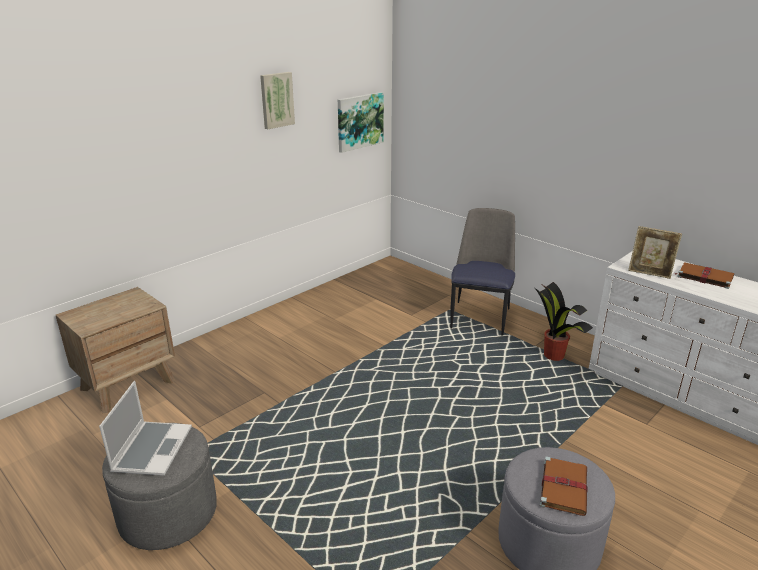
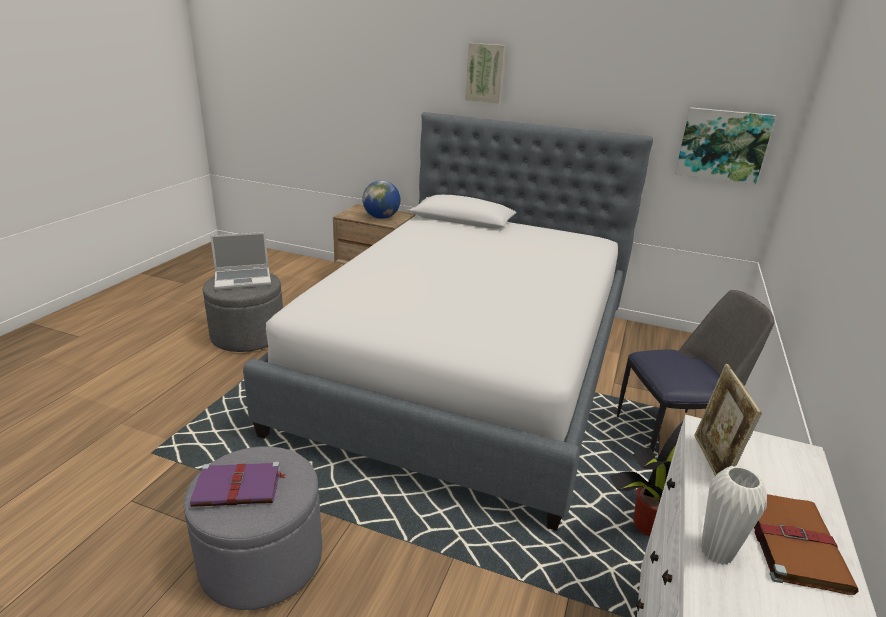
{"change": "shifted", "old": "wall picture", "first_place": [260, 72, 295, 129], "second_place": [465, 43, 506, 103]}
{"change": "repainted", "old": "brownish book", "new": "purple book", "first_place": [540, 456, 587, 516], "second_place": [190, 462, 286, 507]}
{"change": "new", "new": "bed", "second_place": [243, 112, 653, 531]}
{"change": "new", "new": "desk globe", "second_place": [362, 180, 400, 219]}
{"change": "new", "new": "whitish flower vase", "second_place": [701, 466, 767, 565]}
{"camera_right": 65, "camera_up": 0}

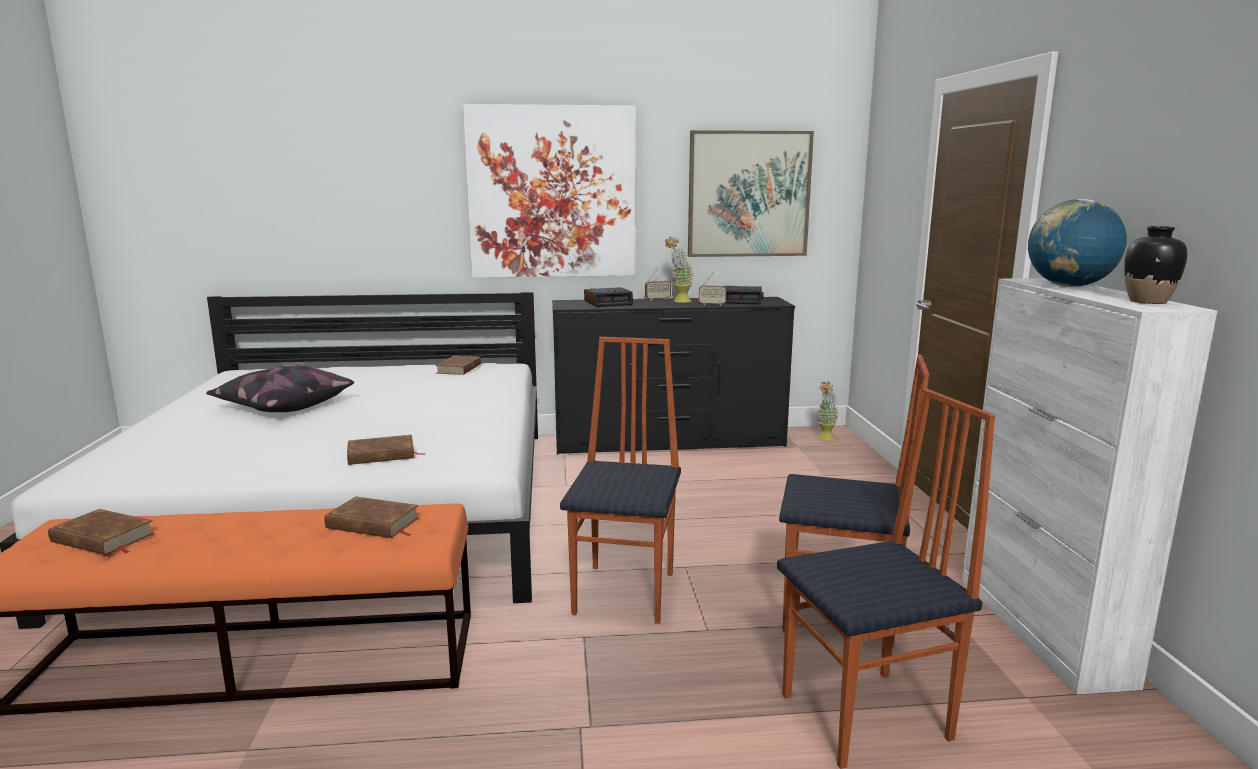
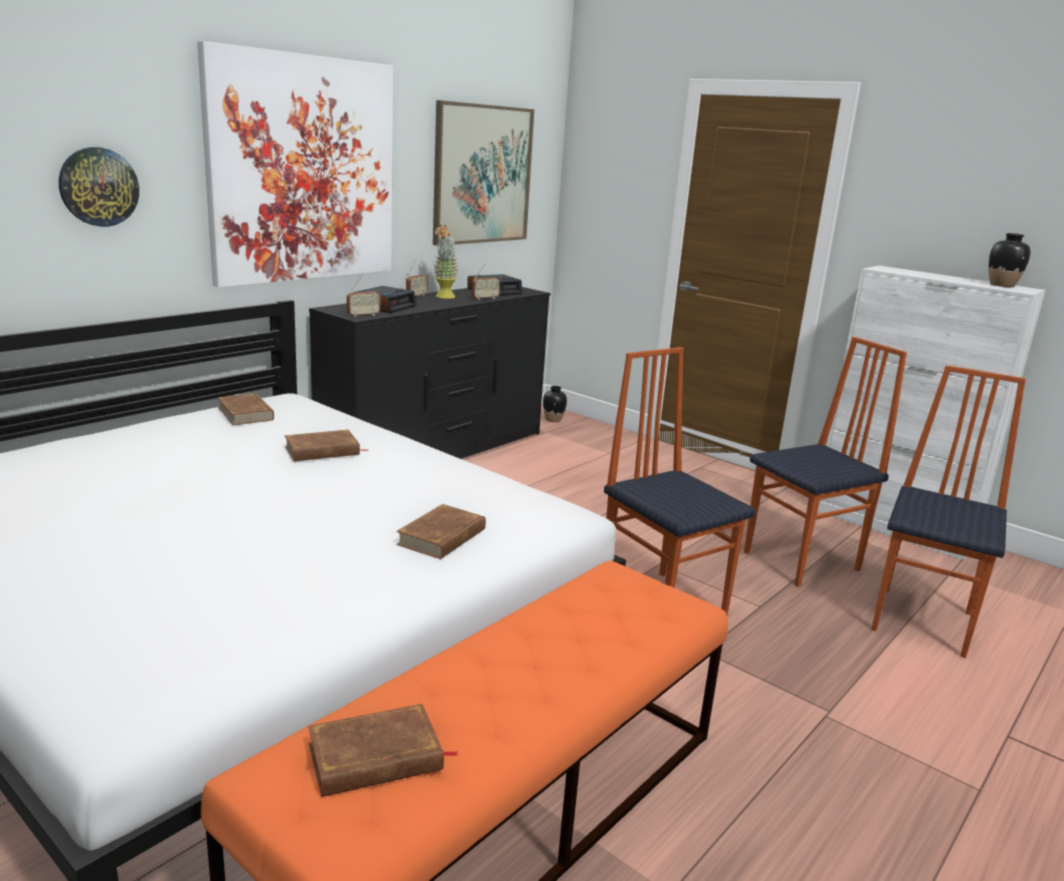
{"change": "gone", "old": "desk globe", "first_place": [1028, 199, 1127, 287]}
{"change": "gone", "old": "pillow", "first_place": [206, 364, 354, 412]}
{"change": "swapped", "old": "plant in a pot", "new": "black flower vase", "first_place": [817, 382, 839, 440], "second_place": [543, 386, 567, 422]}
{"change": "shifted", "old": "brownish book", "first_place": [325, 497, 420, 538], "second_place": [285, 430, 368, 461]}
{"change": "new", "new": "wall clock", "second_place": [59, 147, 139, 227]}
{"change": "new", "new": "radio receiver", "second_place": [347, 274, 380, 318]}
{"camera_right": -45, "camera_up": 5}

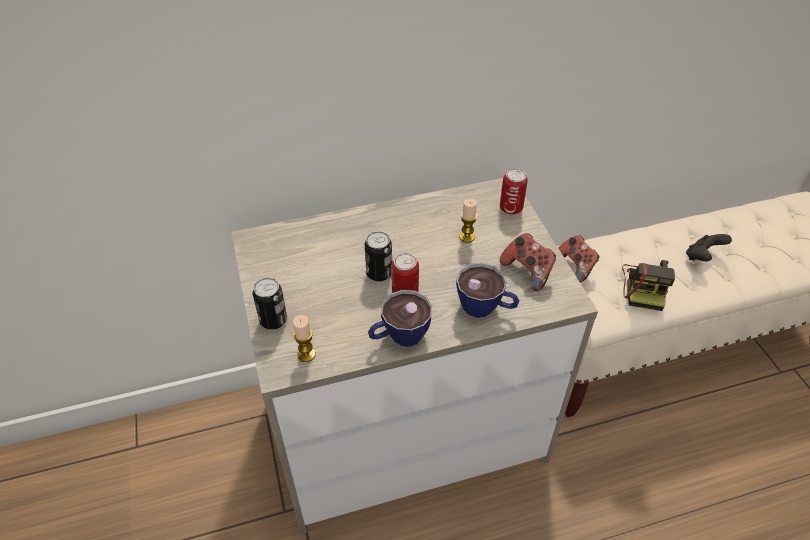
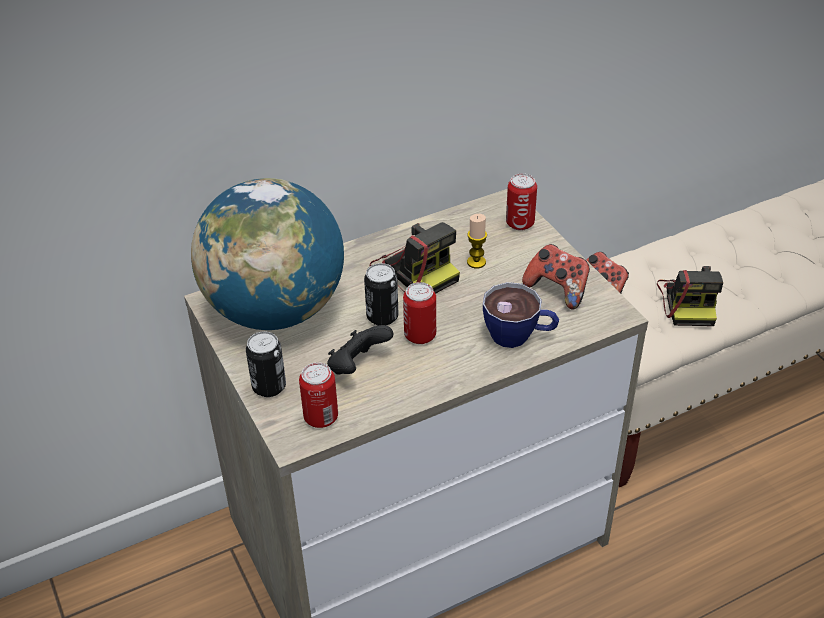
{"change": "shifted", "old": "black game controller", "first_place": [686, 234, 732, 261], "second_place": [327, 325, 393, 375]}
{"change": "gone", "old": "drinking cup", "first_place": [368, 290, 432, 347]}
{"change": "swapped", "old": "wax light", "new": "sealed can", "first_place": [293, 315, 316, 362], "second_place": [299, 362, 338, 428]}
{"change": "new", "new": "desk globe", "second_place": [191, 178, 344, 330]}
{"change": "new", "new": "still camera", "second_place": [370, 222, 460, 294]}
{"camera_right": -10, "camera_up": -5}

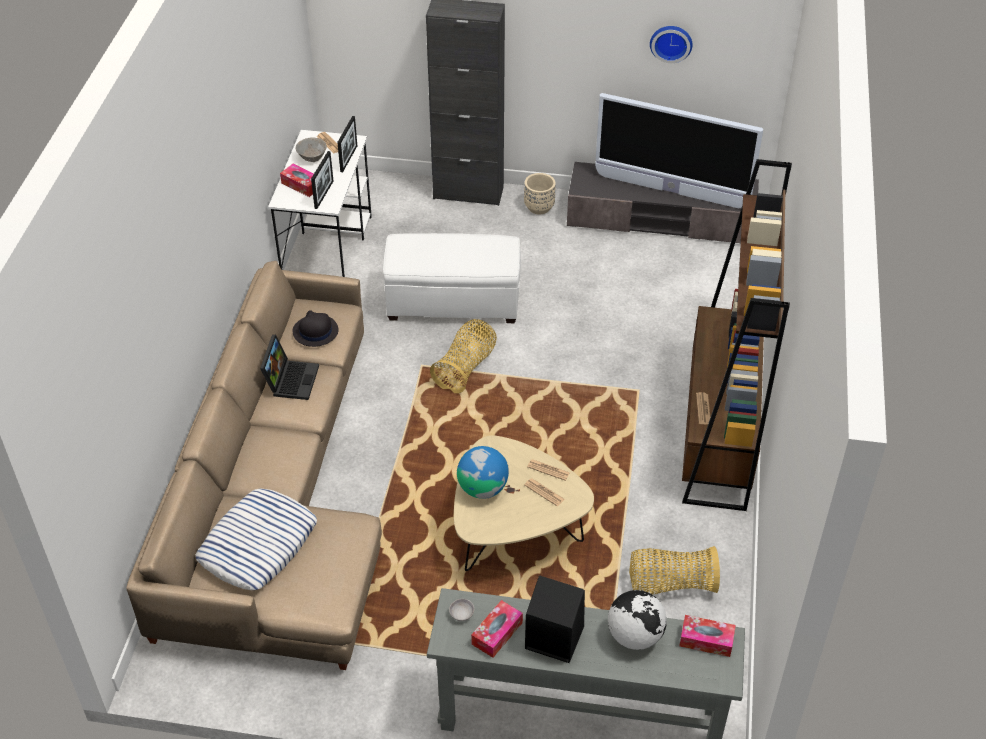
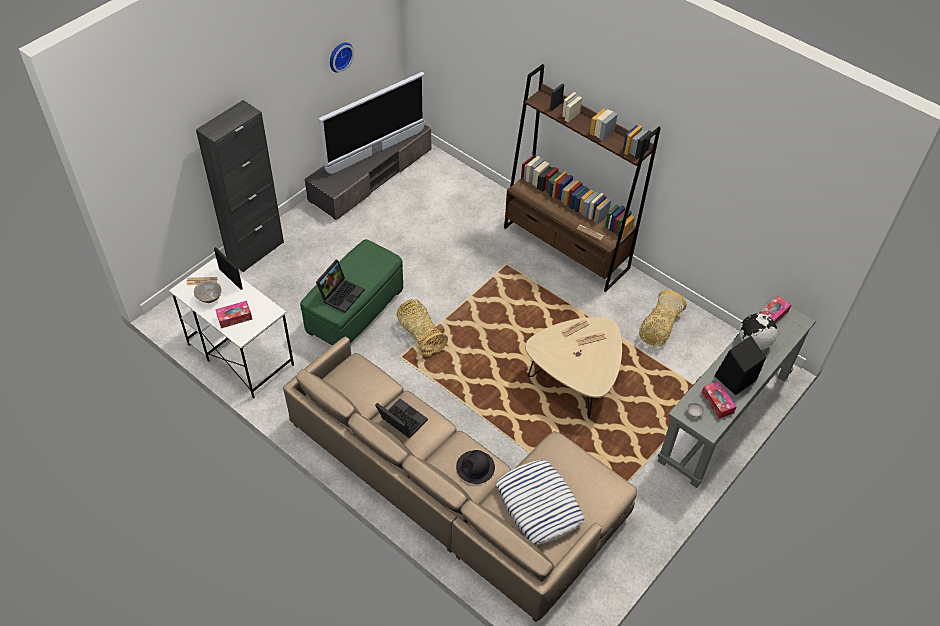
{"change": "gone", "old": "standing frame", "first_place": [311, 151, 333, 209]}
{"change": "gone", "old": "beige planter", "first_place": [524, 173, 556, 215]}
{"change": "repainted", "old": "whitish ottoman", "new": "green-coloured ottoman", "first_place": [383, 233, 521, 323], "second_place": [300, 239, 403, 345]}
{"change": "shifted", "old": "black wearable hat", "first_place": [293, 310, 339, 347], "second_place": [456, 450, 495, 484]}
{"change": "gone", "old": "desk globe", "first_place": [457, 446, 509, 499]}
{"change": "new", "new": "portable computer", "second_place": [316, 260, 364, 313]}
{"camera_right": -60, "camera_up": 5}

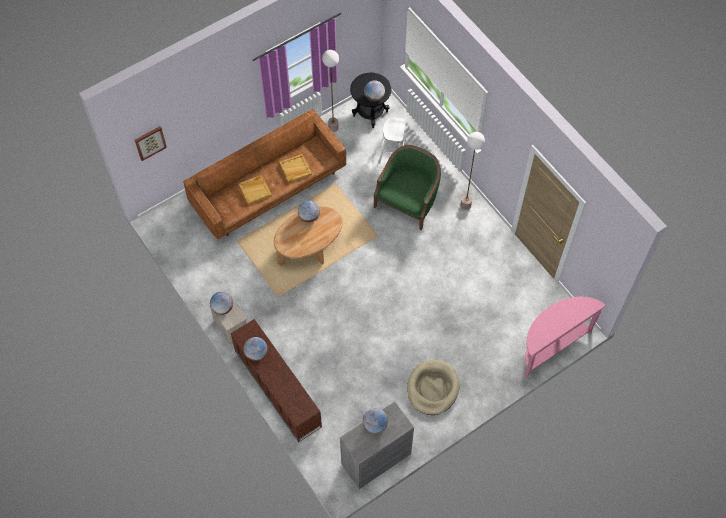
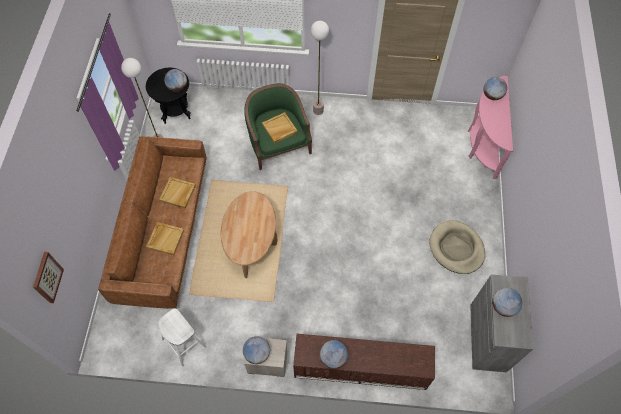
{"change": "shifted", "old": "whitish stool", "first_place": [378, 117, 407, 164], "second_place": [159, 308, 207, 366]}
{"change": "shifted", "old": "desk globe", "first_place": [298, 200, 320, 222], "second_place": [483, 77, 507, 100]}
{"change": "new", "new": "beige serving tray", "second_place": [262, 112, 298, 144]}
{"camera_right": -50, "camera_up": 0}

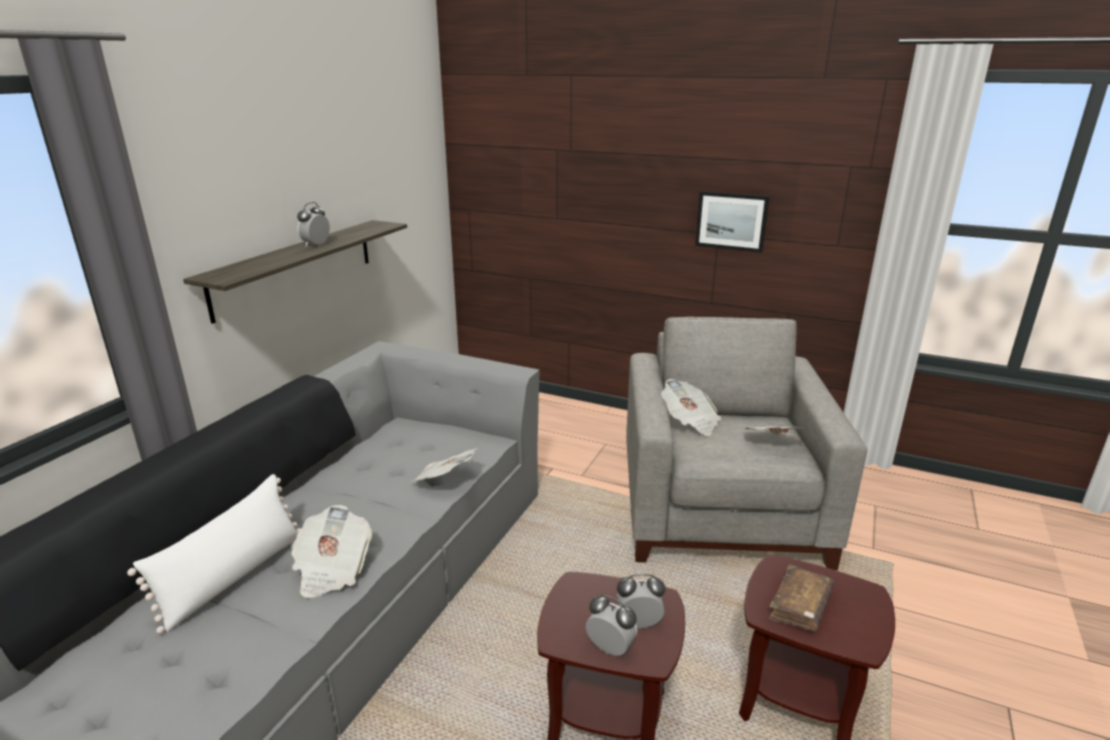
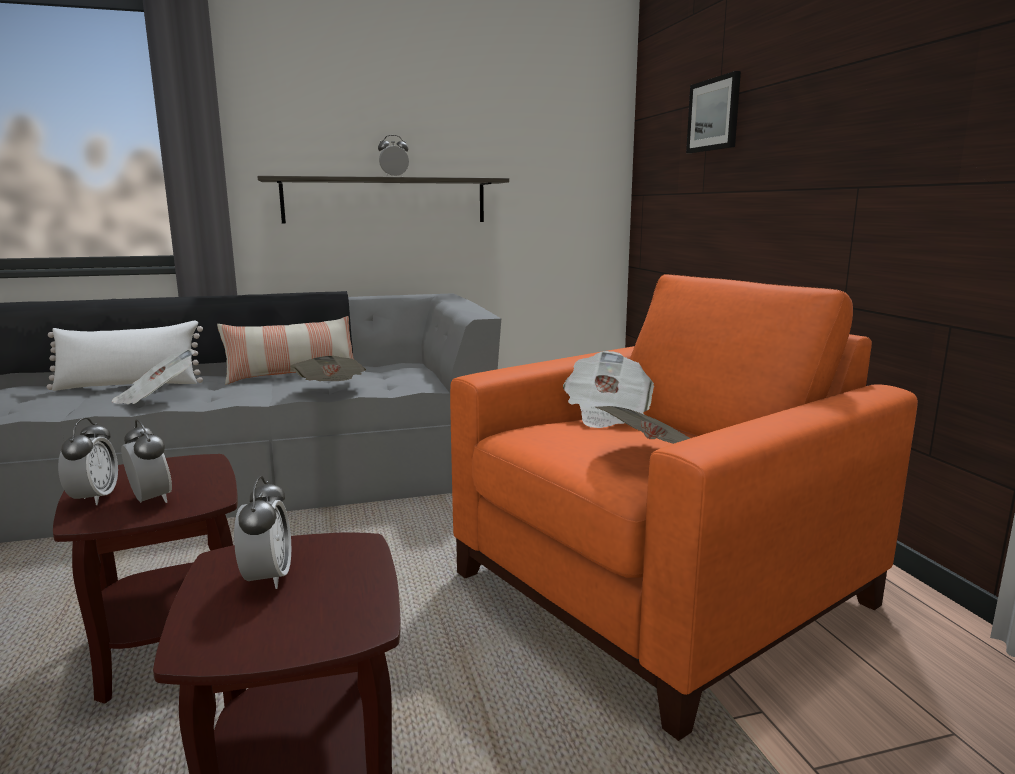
{"change": "shifted", "old": "wall picture", "first_place": [695, 191, 770, 253], "second_place": [686, 71, 741, 153]}
{"change": "repainted", "old": "grey armchair", "new": "orangey armchair", "first_place": [626, 317, 867, 570], "second_place": [450, 274, 918, 741]}
{"change": "swapped", "old": "brownish book", "new": "alarm clock", "first_place": [769, 565, 834, 631], "second_place": [234, 476, 291, 589]}
{"change": "new", "new": "pillow", "second_place": [217, 316, 354, 385]}
{"camera_right": 50, "camera_up": -10}

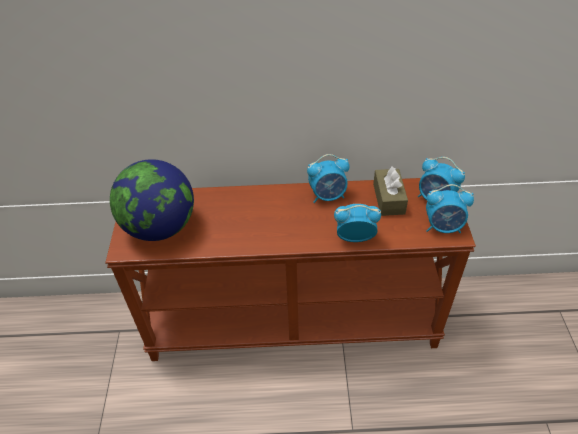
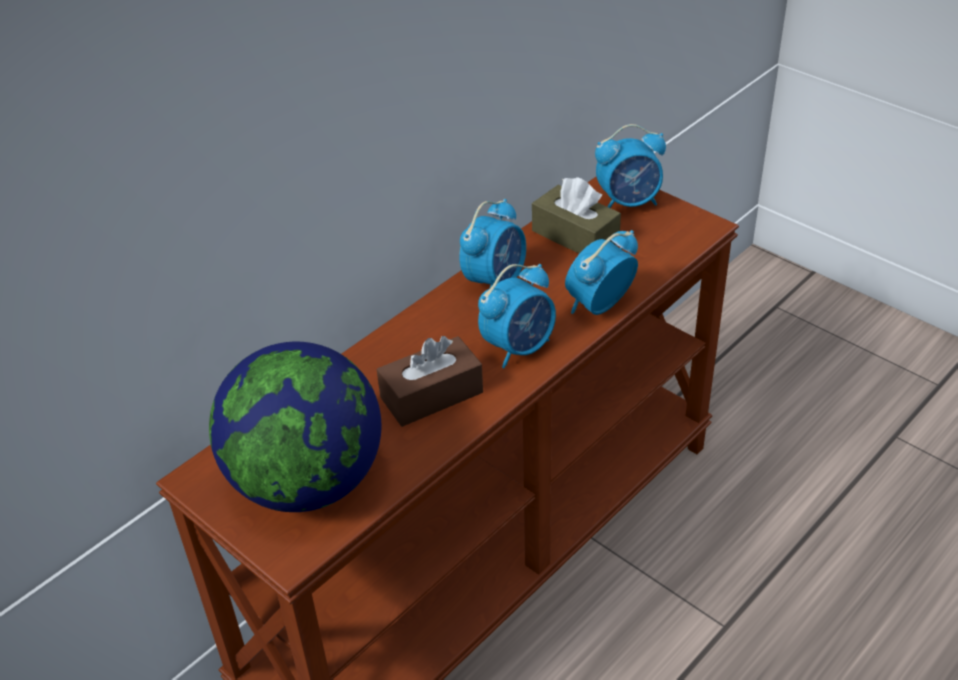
{"change": "shifted", "old": "alarm clock", "first_place": [426, 184, 474, 233], "second_place": [478, 264, 556, 368]}
{"change": "new", "new": "brownish tissue holder", "second_place": [377, 336, 483, 427]}
{"camera_right": -45, "camera_up": -5}

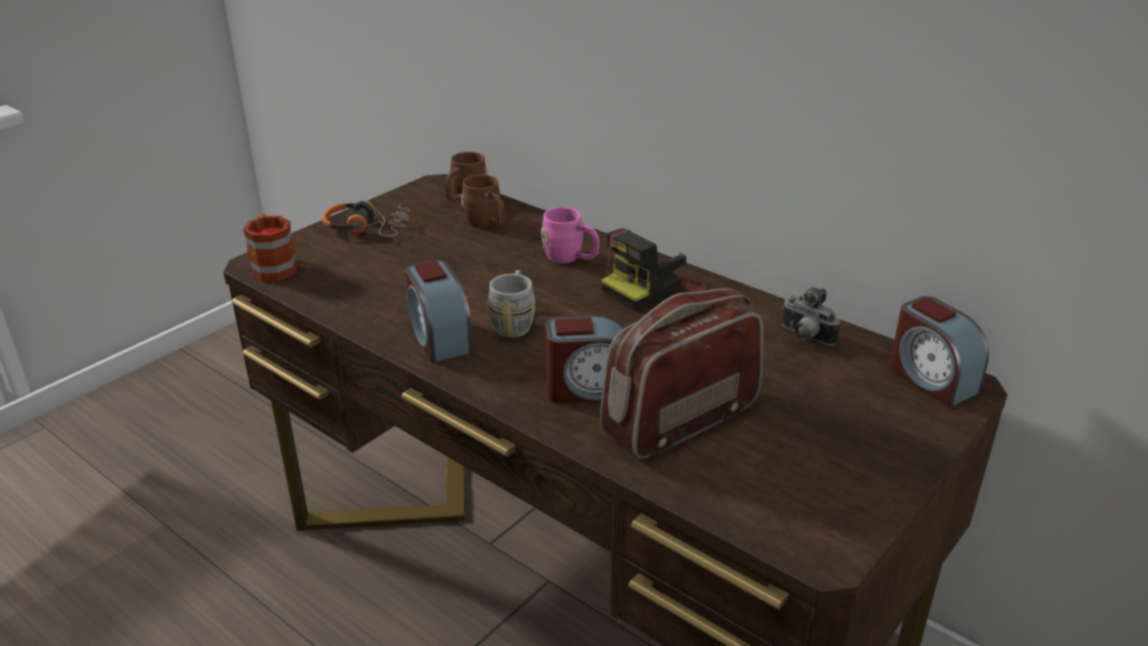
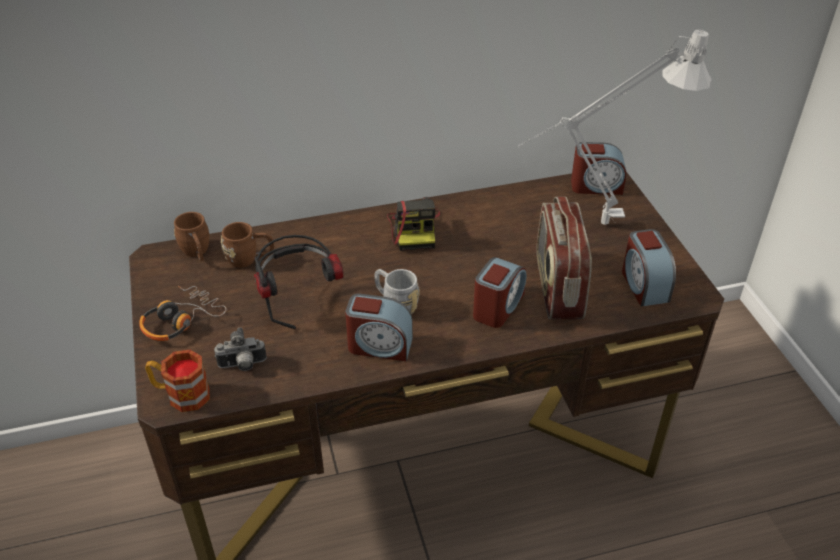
{"change": "gone", "old": "pink-coloured coffee mug", "first_place": [541, 207, 599, 263]}
{"change": "shifted", "old": "still camera", "first_place": [782, 287, 840, 346], "second_place": [214, 327, 267, 371]}
{"change": "new", "new": "grey tabletop lamp", "second_place": [518, 29, 712, 225]}
{"change": "new", "new": "alarm clock", "second_place": [622, 229, 676, 307]}
{"change": "new", "new": "headphones", "second_place": [254, 235, 343, 329]}
{"camera_right": -55, "camera_up": 10}

